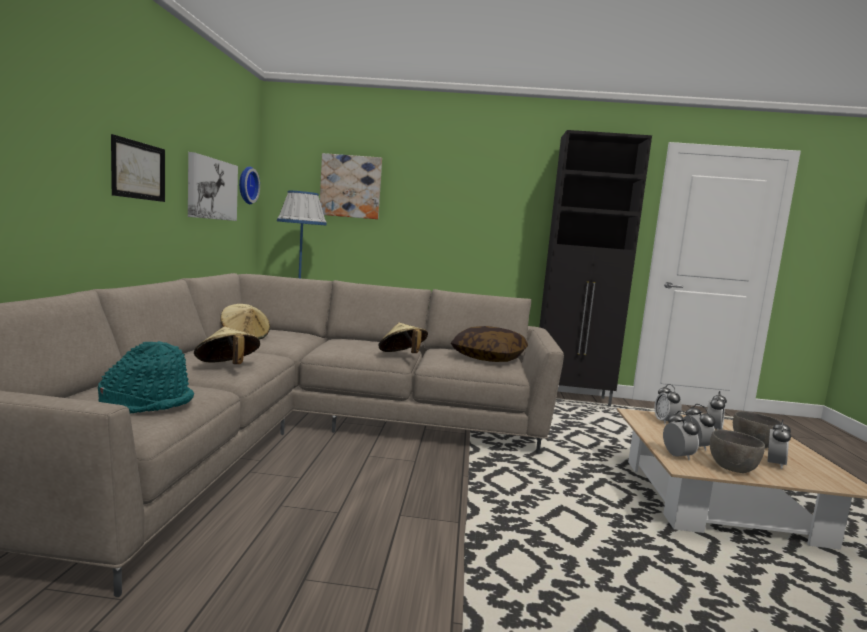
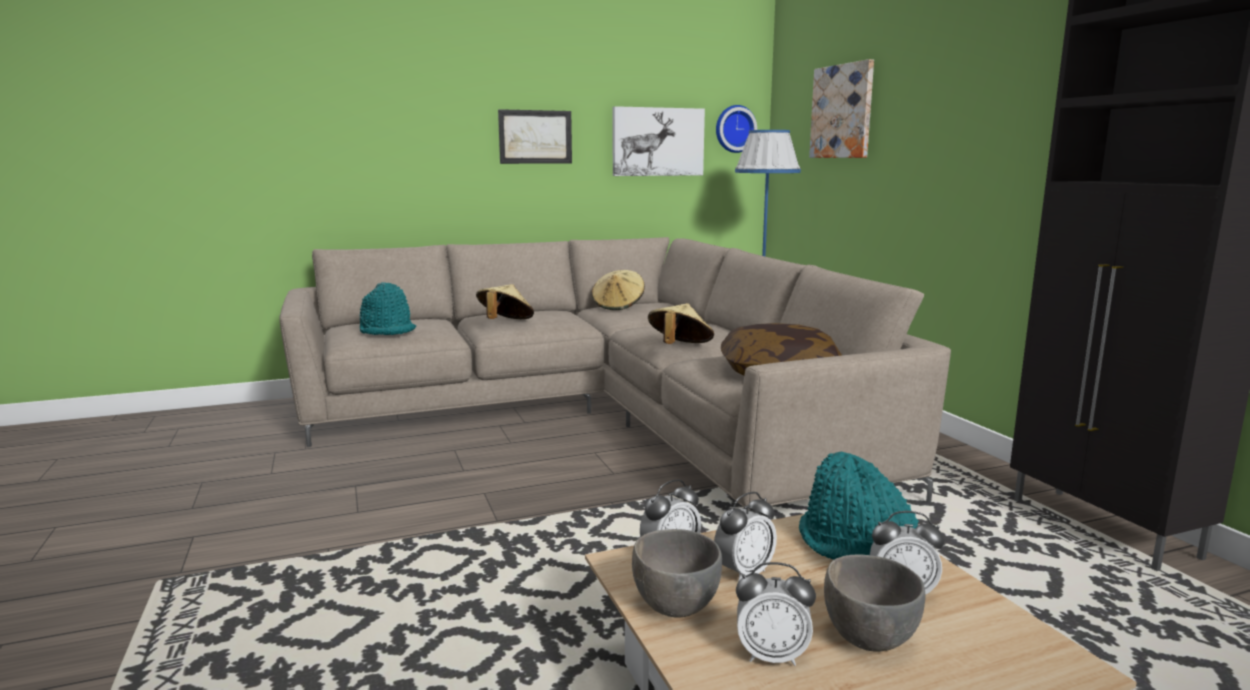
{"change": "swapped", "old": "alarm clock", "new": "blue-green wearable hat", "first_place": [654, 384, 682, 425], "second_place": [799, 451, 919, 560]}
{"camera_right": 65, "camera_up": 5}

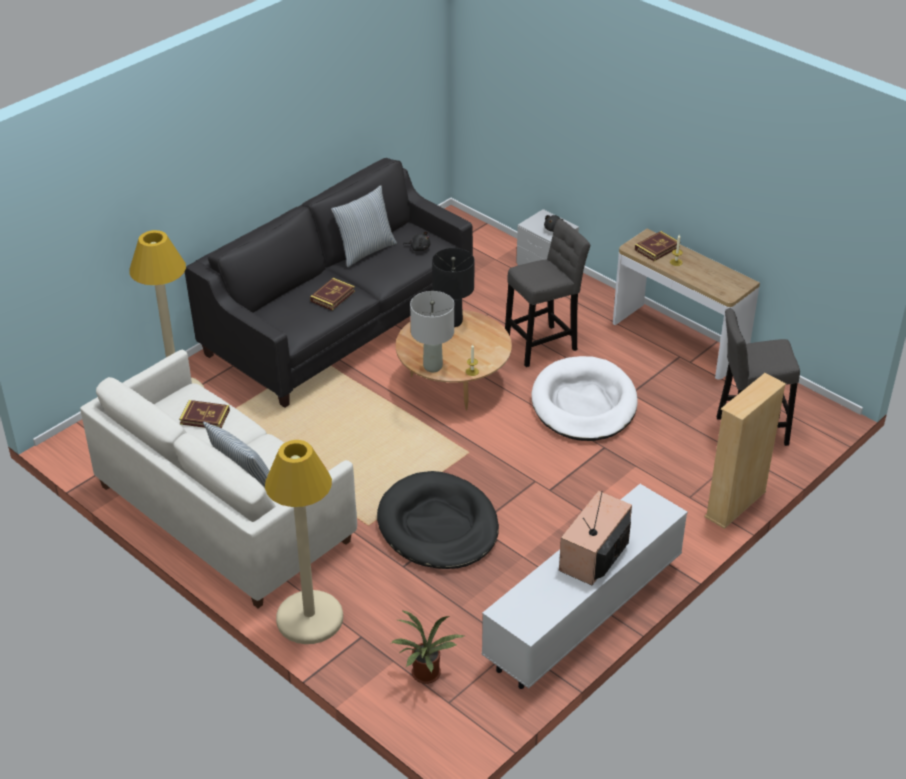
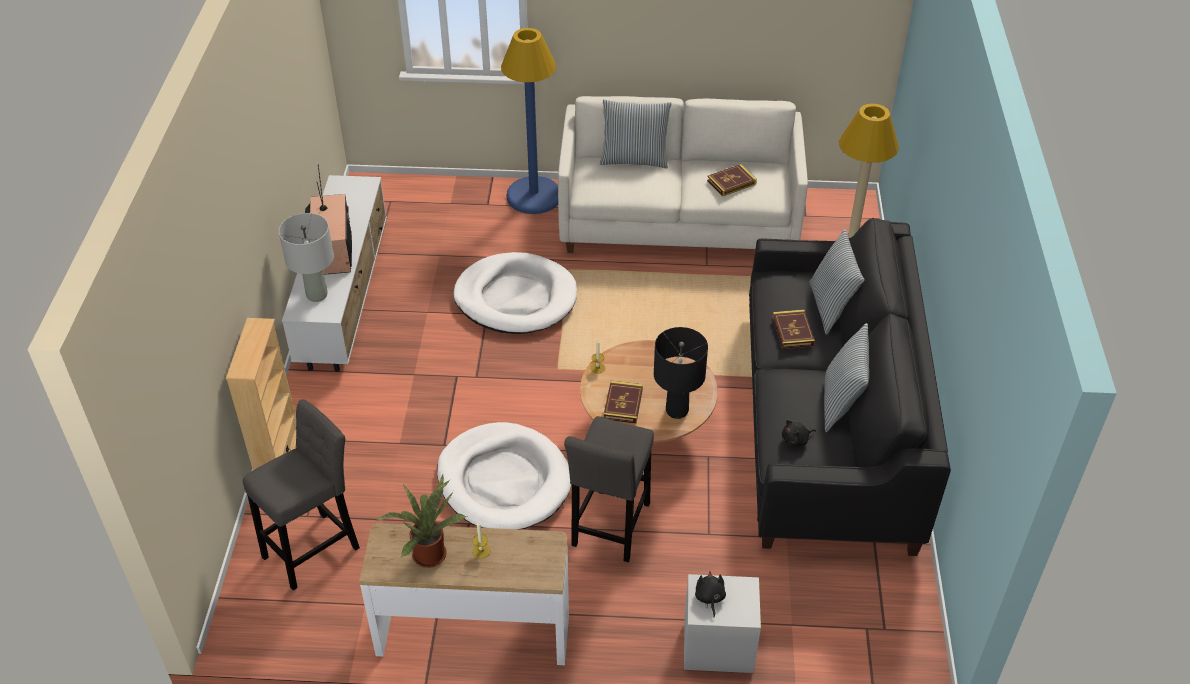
{"change": "shifted", "old": "book", "first_place": [635, 231, 680, 261], "second_place": [604, 381, 643, 424]}
{"change": "shifted", "old": "grey tabletop lamp", "first_place": [410, 291, 454, 372], "second_place": [279, 213, 334, 302]}
{"change": "repainted", "old": "beige floor lamp", "new": "blue-coloured floor lamp", "first_place": [265, 440, 343, 644], "second_place": [501, 28, 558, 214]}
{"change": "repainted", "old": "black pet bed", "new": "whitish pet bed", "first_place": [377, 471, 499, 569], "second_place": [453, 252, 577, 334]}
{"change": "shifted", "old": "plant in a pot", "first_place": [390, 610, 464, 684], "second_place": [375, 475, 467, 568]}
{"change": "new", "new": "pillow", "second_place": [809, 229, 865, 335]}
{"camera_right": 140, "camera_up": 5}

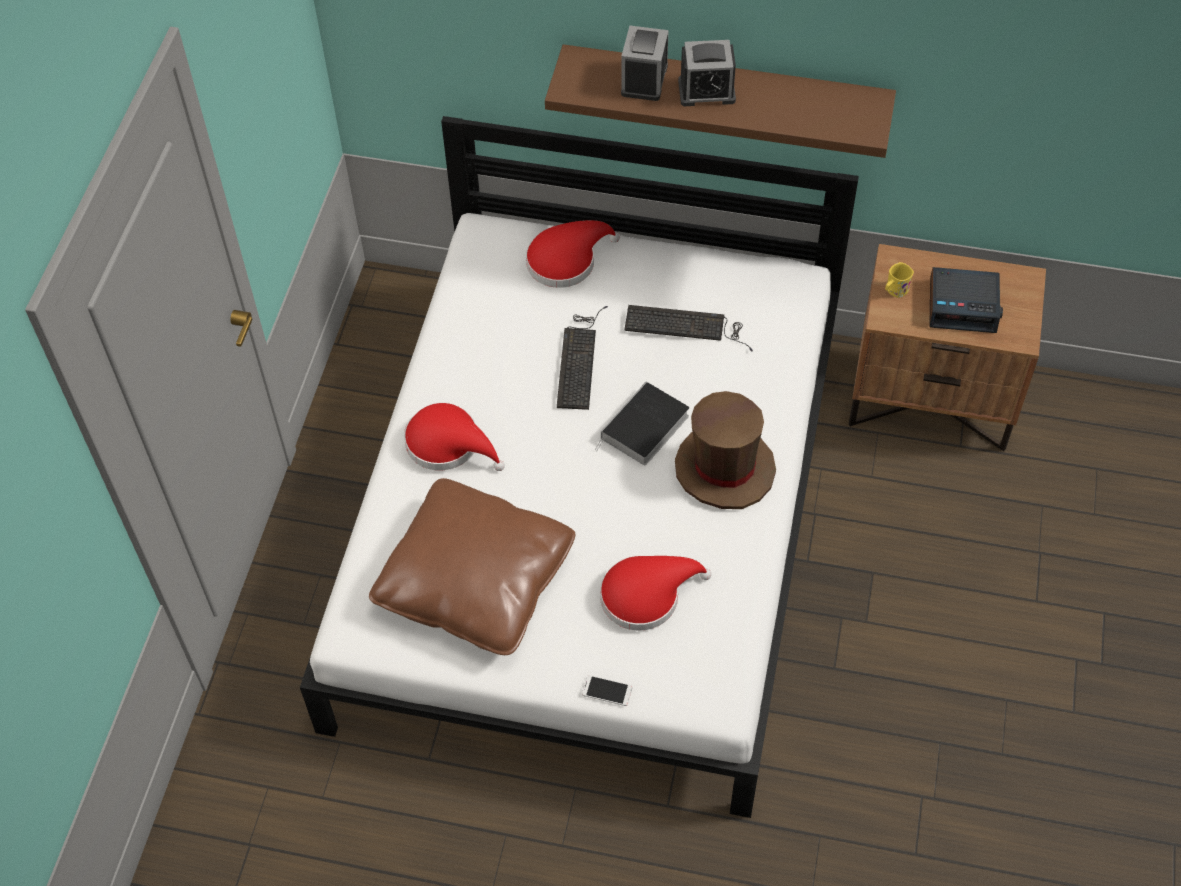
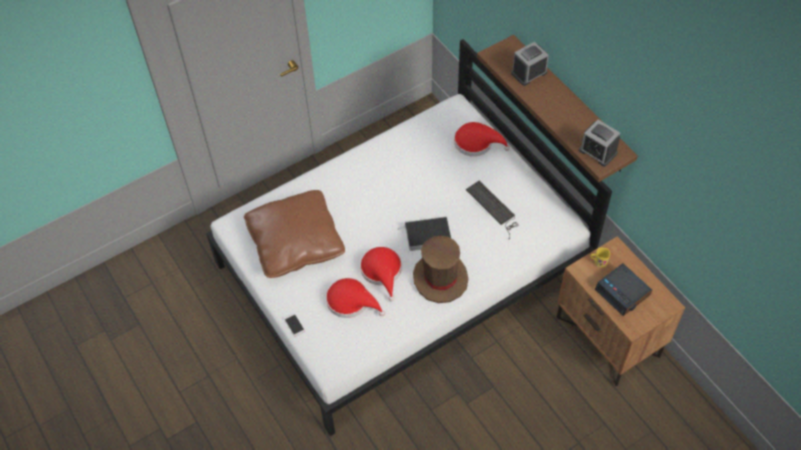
{"change": "shifted", "old": "alarm clock", "first_place": [678, 40, 736, 106], "second_place": [579, 120, 620, 167]}
{"change": "gone", "old": "PC keyboard", "first_place": [557, 306, 608, 410]}
{"change": "shifted", "old": "red-coloured wearable hat", "first_place": [404, 403, 505, 471], "second_place": [360, 247, 402, 301]}
{"camera_right": 45, "camera_up": 0}

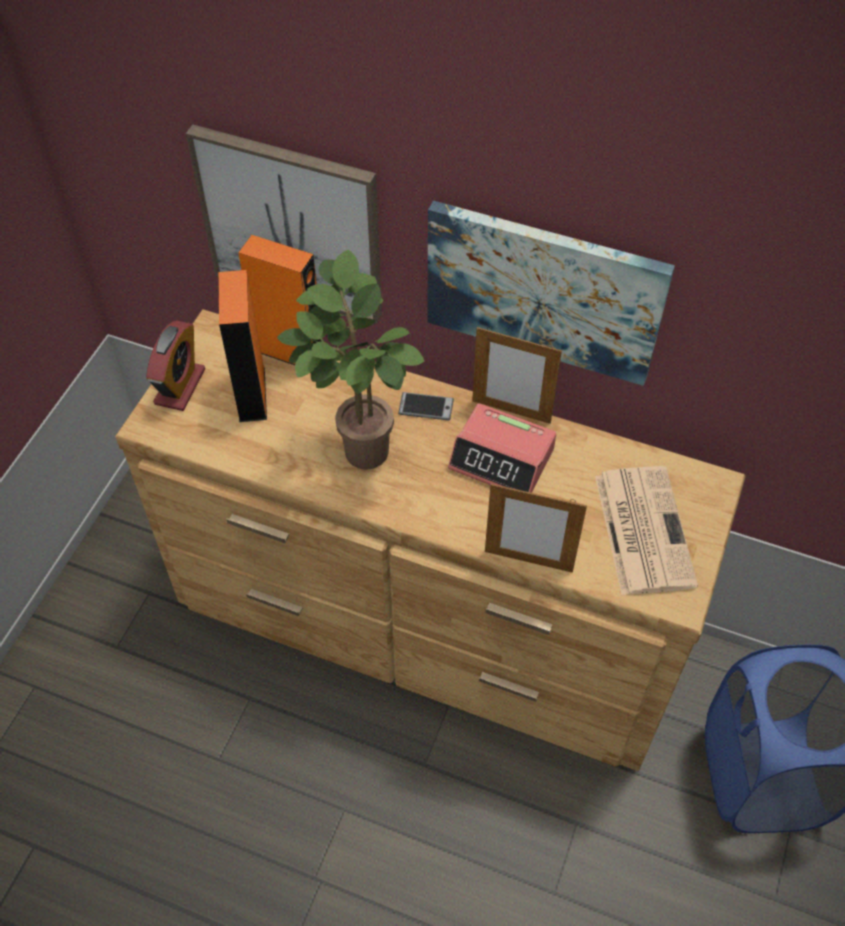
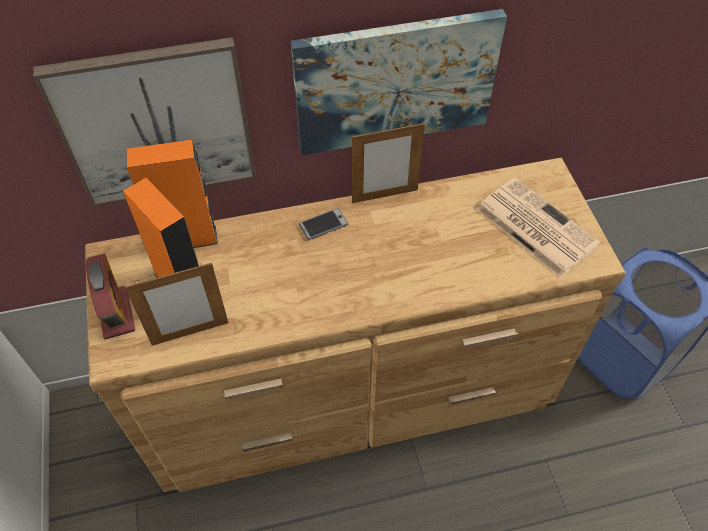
{"change": "gone", "old": "plant in a pot", "first_place": [277, 250, 424, 470]}
{"change": "gone", "old": "alarm clock", "first_place": [448, 403, 556, 493]}
{"change": "shifted", "old": "standing frame", "first_place": [485, 484, 587, 573], "second_place": [125, 263, 228, 346]}
{"camera_right": -35, "camera_up": 0}

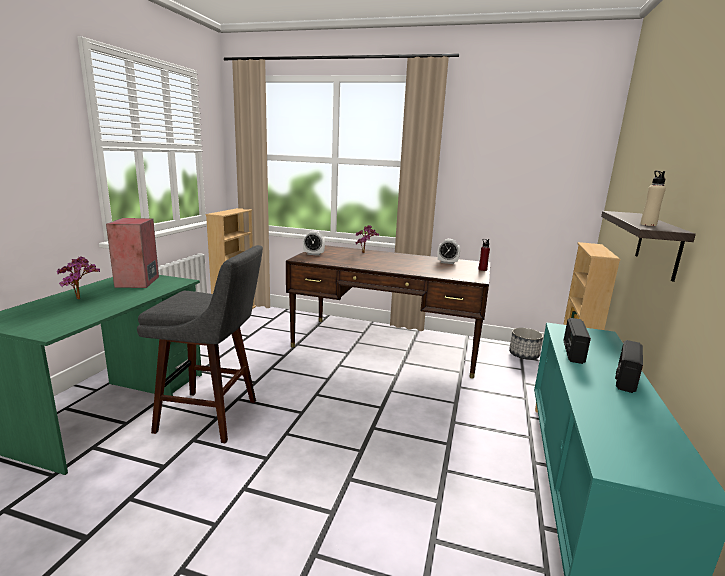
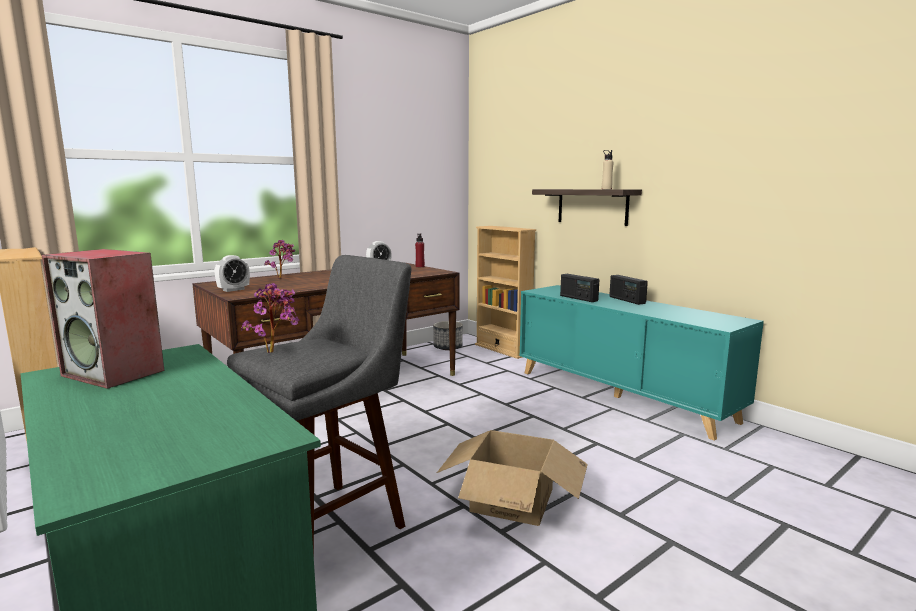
{"change": "shifted", "old": "plant in a pot", "first_place": [57, 256, 100, 299], "second_place": [241, 283, 299, 353]}
{"change": "new", "new": "packing box", "second_place": [437, 430, 588, 526]}
{"camera_right": -55, "camera_up": -5}

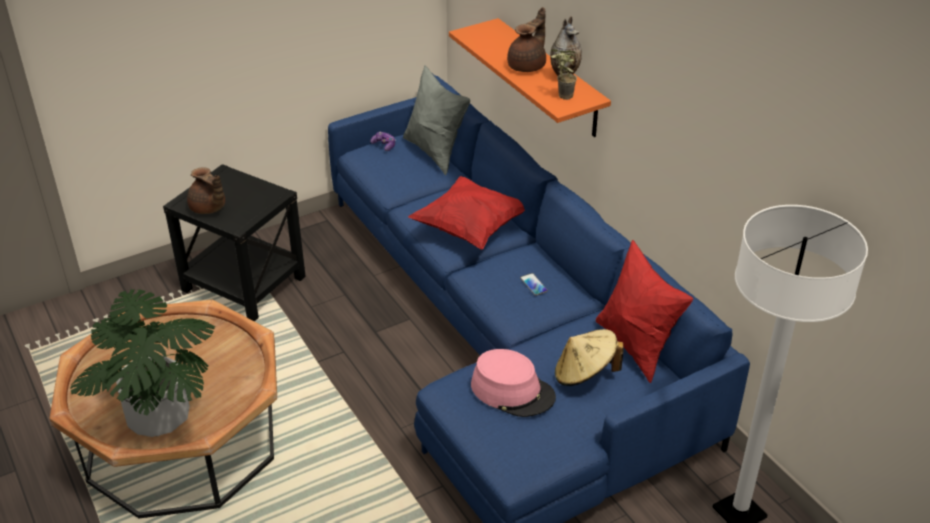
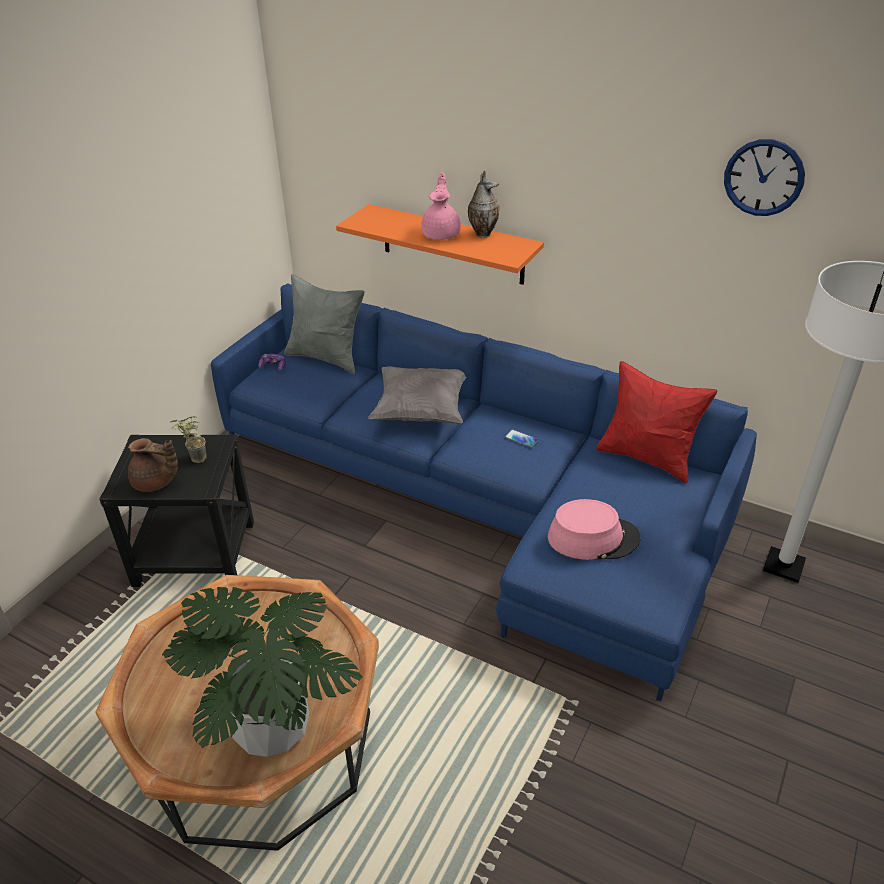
{"change": "repainted", "old": "brownish pot for tea", "new": "pink-coloured pot for tea", "first_place": [507, 7, 546, 72], "second_place": [421, 172, 461, 240]}
{"change": "shifted", "old": "plant in a pot", "first_place": [551, 49, 577, 100], "second_place": [170, 416, 206, 463]}
{"change": "repainted", "old": "red-coloured pillow", "new": "grey pillow", "first_place": [408, 176, 525, 249], "second_place": [368, 366, 466, 424]}
{"change": "gone", "old": "beige wearable hat", "first_place": [555, 329, 623, 386]}
{"change": "new", "new": "wall clock", "second_place": [724, 139, 805, 216]}
{"camera_right": -30, "camera_up": 0}

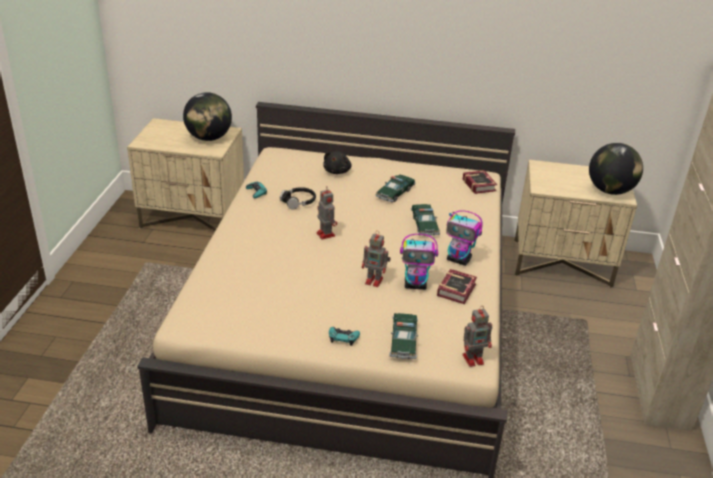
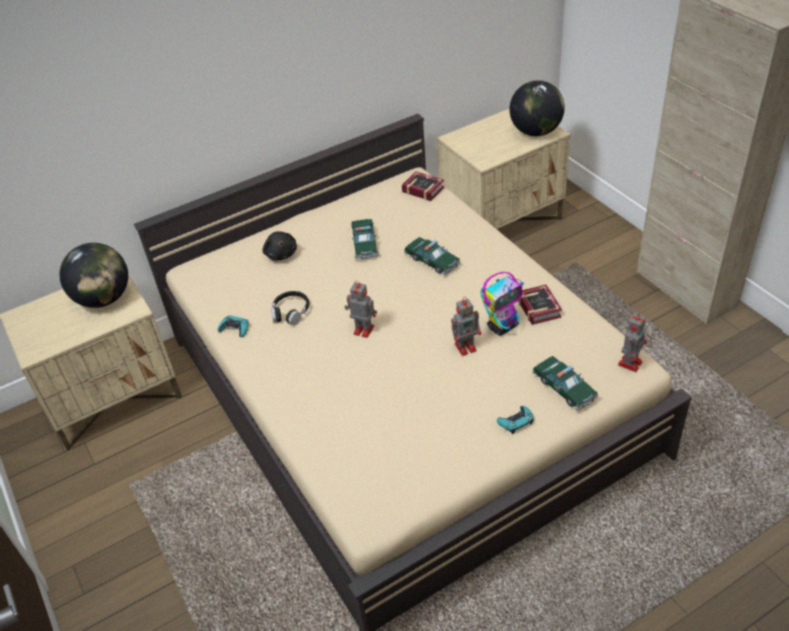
{"change": "gone", "old": "toy robot", "first_place": [446, 210, 483, 266]}
{"camera_right": -35, "camera_up": 10}

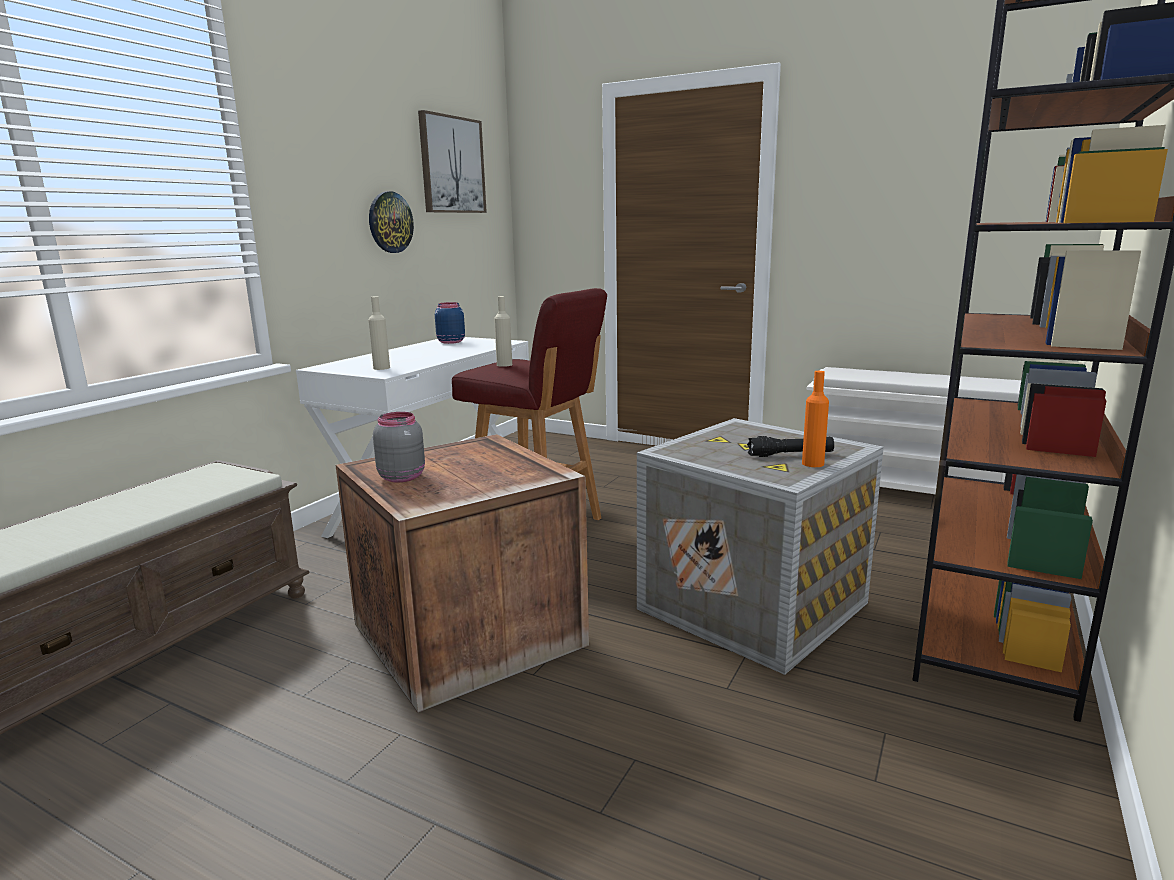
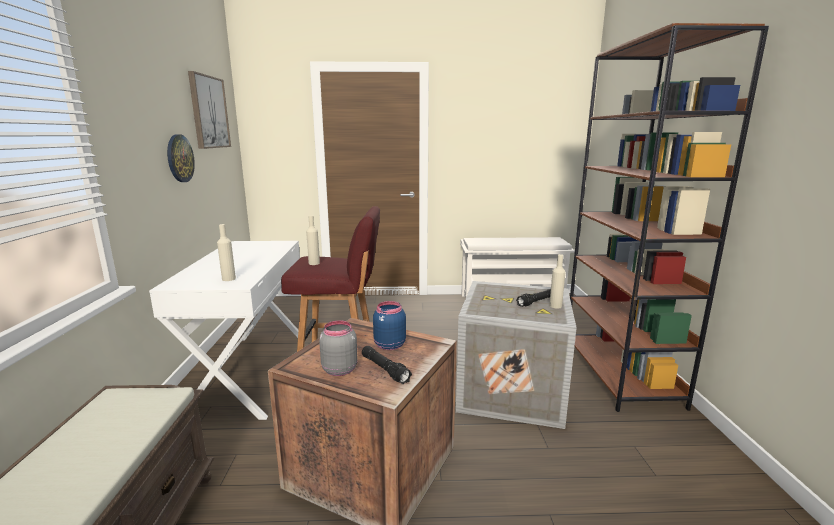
{"change": "shifted", "old": "blue-coloured storage jar", "first_place": [435, 302, 465, 344], "second_place": [373, 301, 406, 350]}
{"change": "repainted", "old": "orangey bottle", "new": "beige bottle", "first_place": [802, 371, 829, 467], "second_place": [549, 254, 566, 309]}
{"change": "new", "new": "black flashlight", "second_place": [362, 346, 412, 384]}
{"camera_right": -30, "camera_up": 0}

